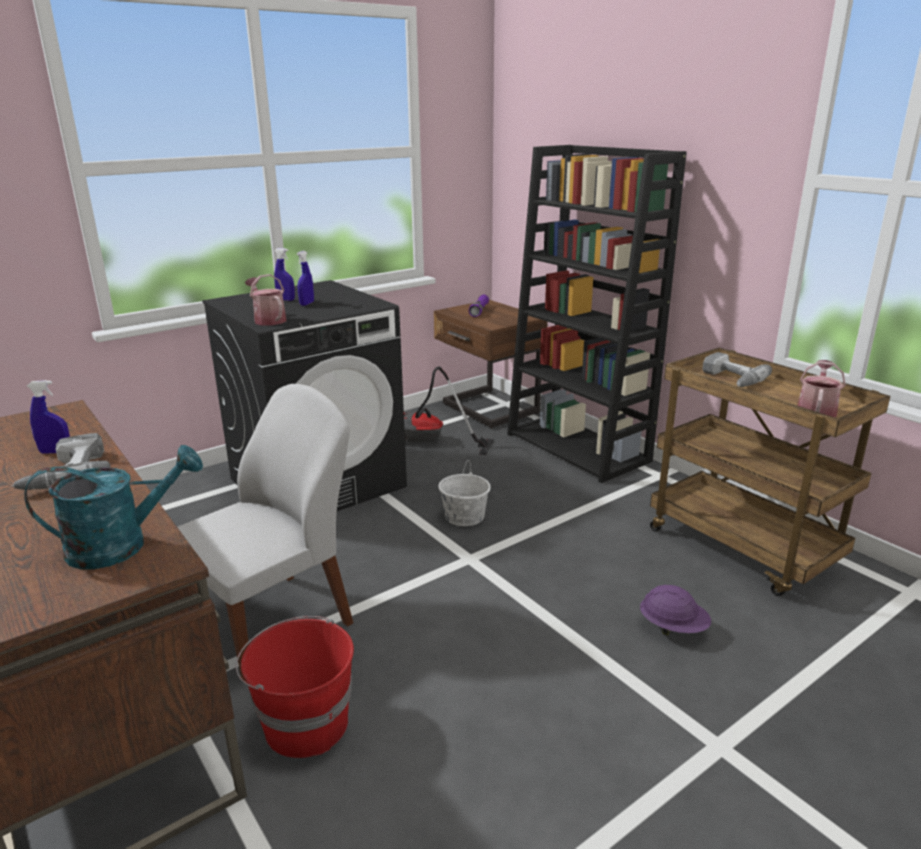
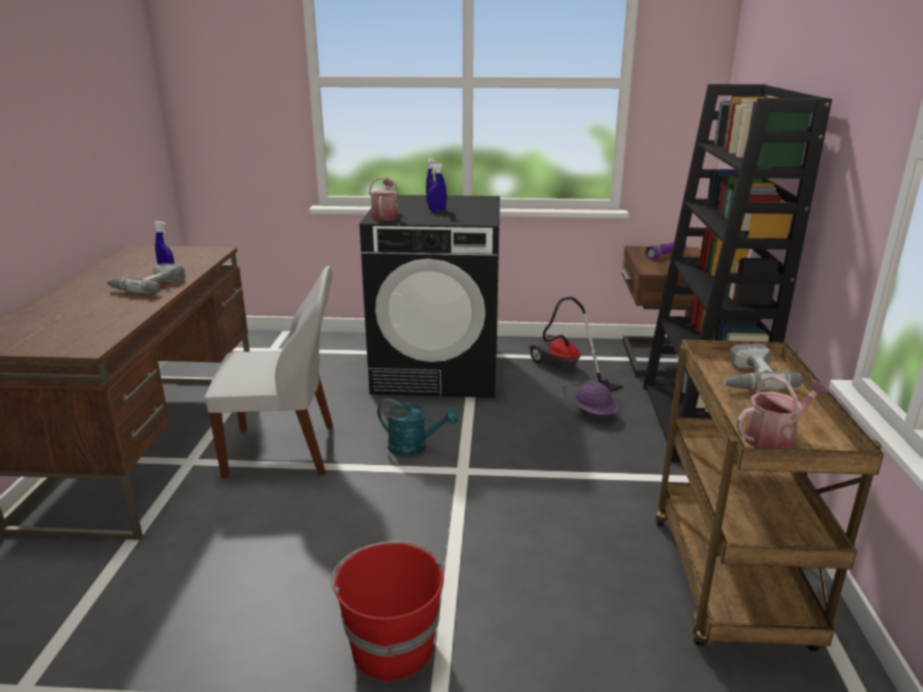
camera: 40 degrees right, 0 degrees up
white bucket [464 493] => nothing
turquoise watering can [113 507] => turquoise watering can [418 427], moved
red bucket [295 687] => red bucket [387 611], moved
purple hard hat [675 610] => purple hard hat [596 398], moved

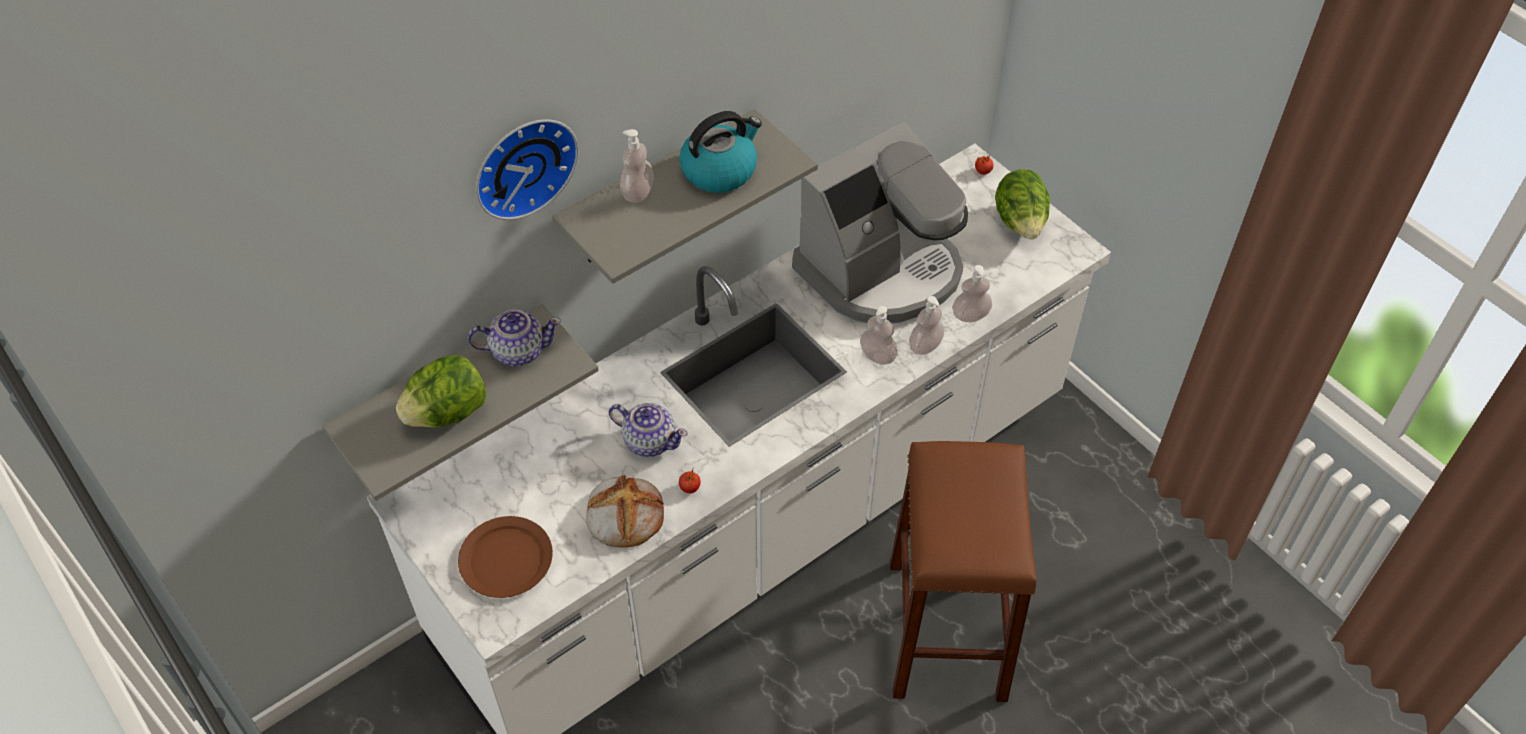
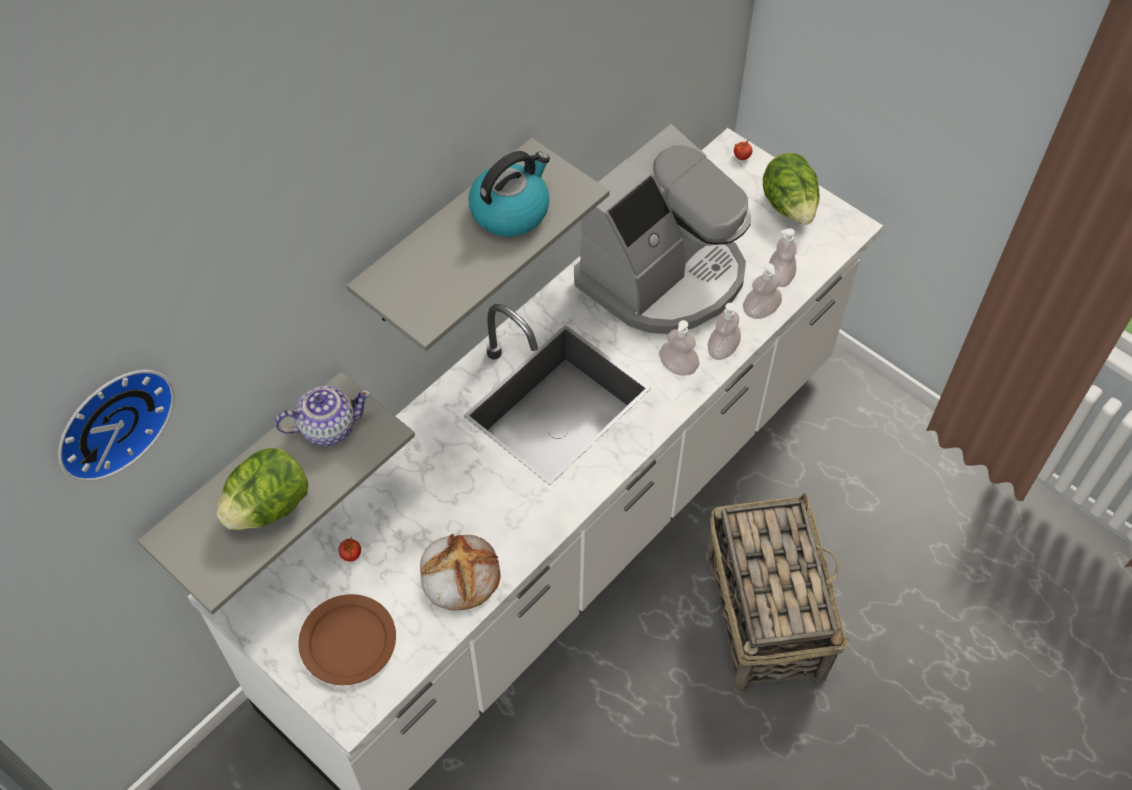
camera: 10 degrees left, 5 degrees up
teapot [648 430] => nothing
wall clock [527 169] => wall clock [116 426], moved
soap dispenser [637 166] => soap dispenser [783 257], moved
tomato [690 481] => tomato [349 550], moved
brown stool [963 571] => basket [777 592]

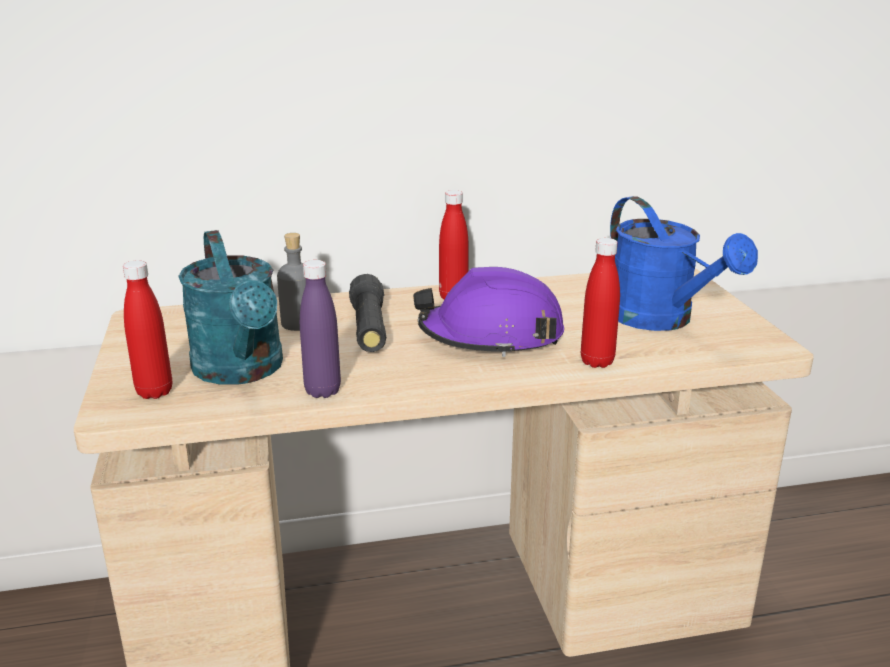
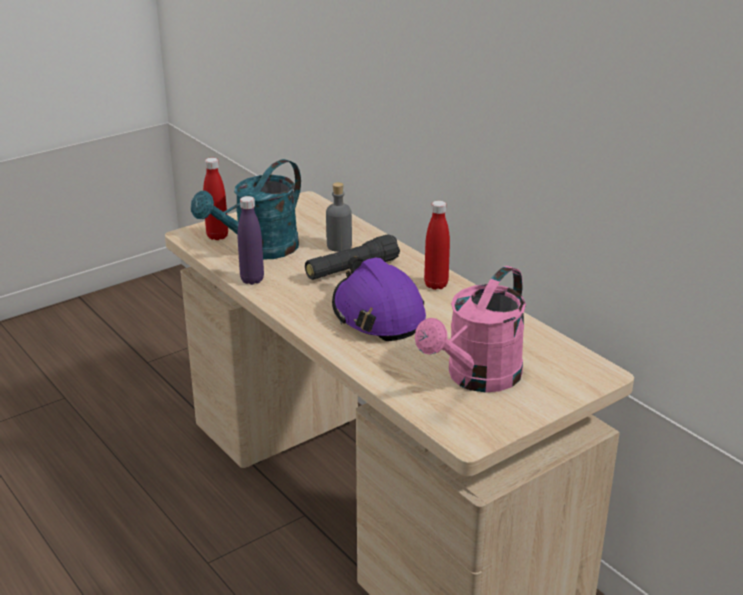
camera: 65 degrees right, 5 degrees up
red bottle [600 303] => nothing
blue watering can [684 263] => pink watering can [470 329]

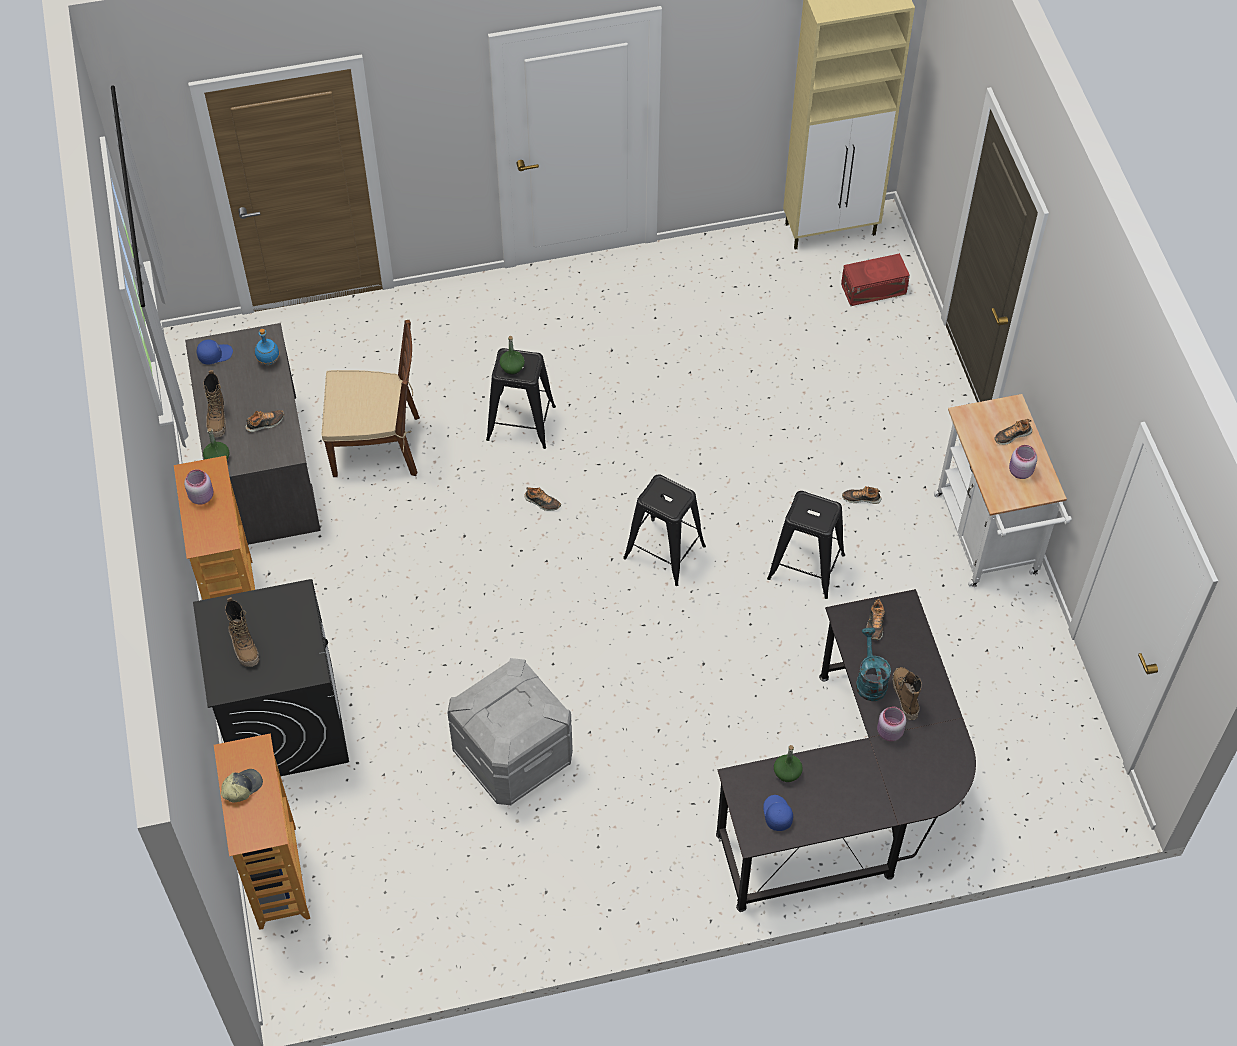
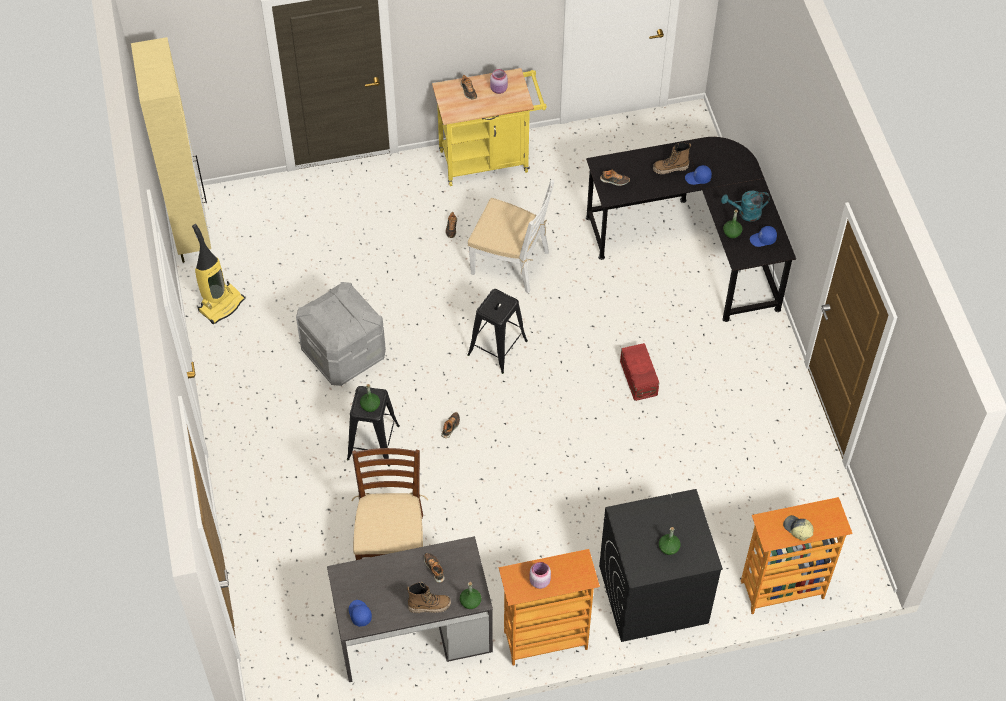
camera: 90 degrees left, 0 degrees up
blue bottle [267 347] => nothing
nothing => vacuum cleaner [218 274]
grey storage box [510 731] => grey storage box [341 334], moved
red storage box [875 279] => red storage box [639 372], moved
turquoise watering can [873 664] => turquoise watering can [745 206], moved
boot [242 632] => green bottle [670 541]
black stool [806 545] => white chair [511 236]
pink jar [891 724] => blue cap [698 175]
white cart [1003 490] => yellow cart [489 127]

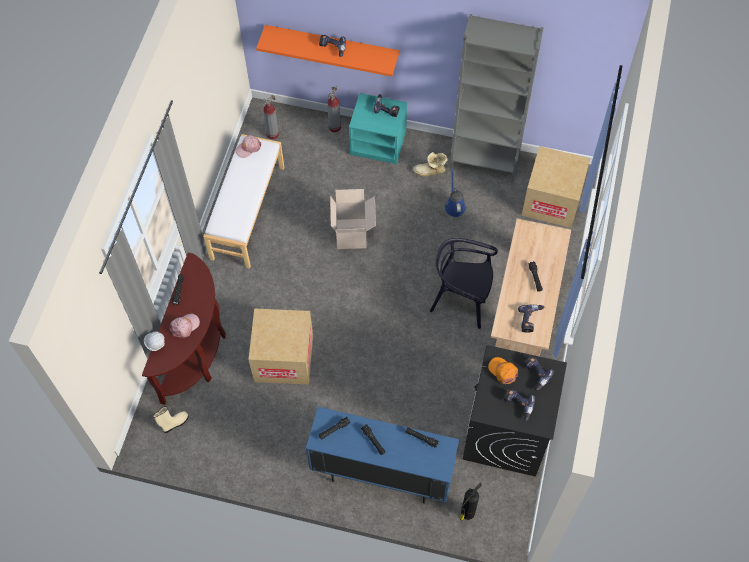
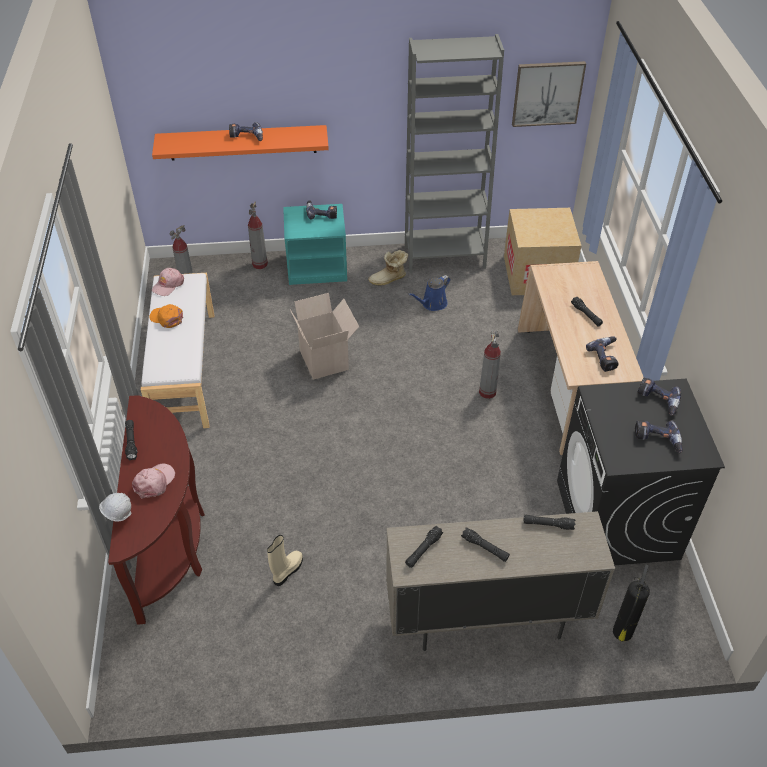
camera: 20 degrees left, 15 degrees down
cardboard box [280 346] => nothing
nothing => picture [549 94]
beige boot [171 419] => beige boot [285 560], moved
orange cap [503 370] => orange cap [166 316], moved
black chair [464 283] => fire extinguisher [490 364]
blue cabinet [382 455] => beige cabinet [500 581]
blue watering can [455 193] => blue watering can [429 293], 105 degrees counterclockwise

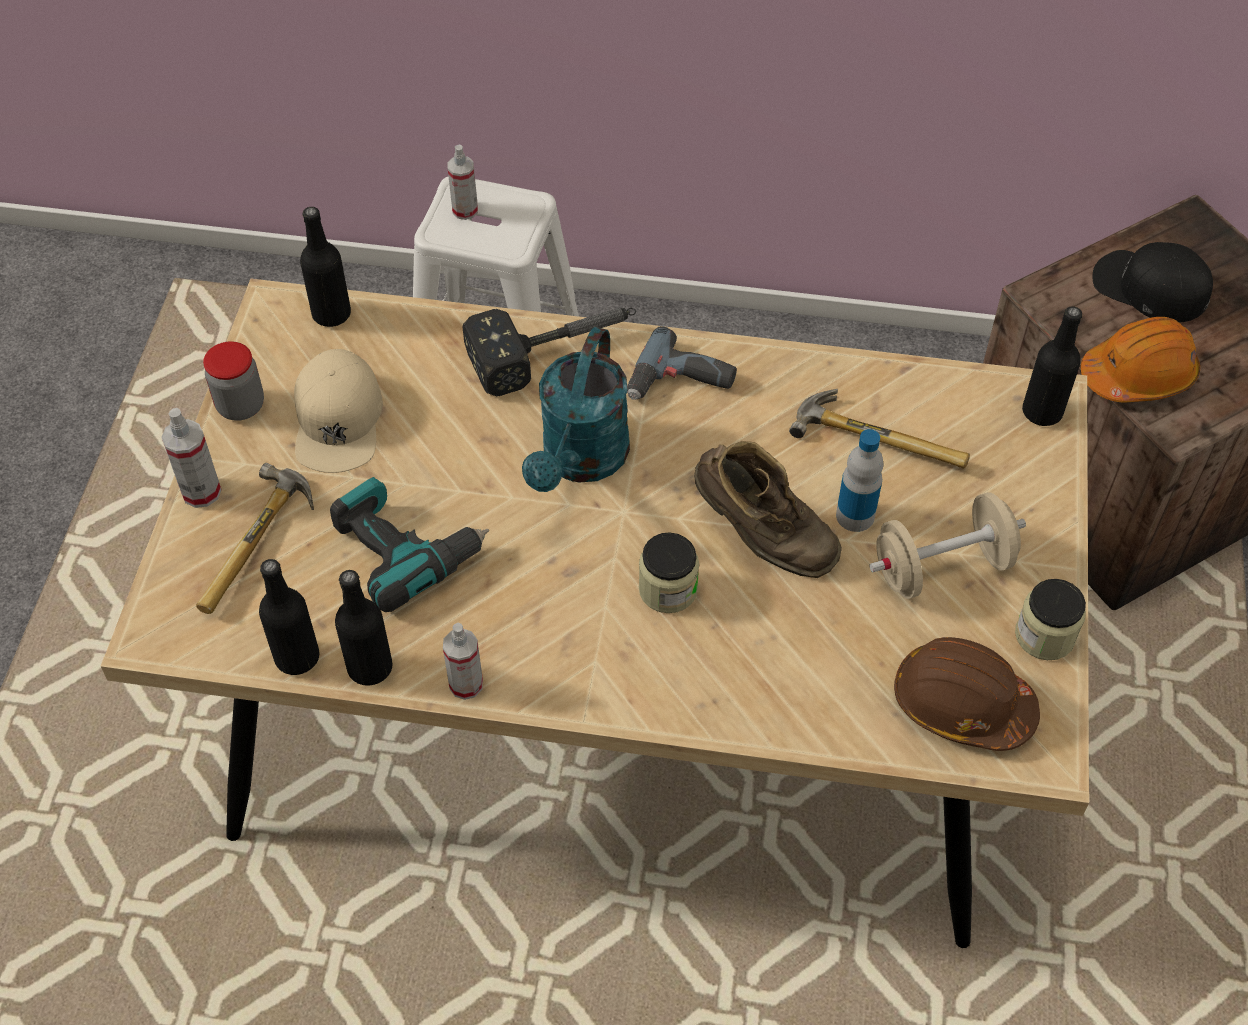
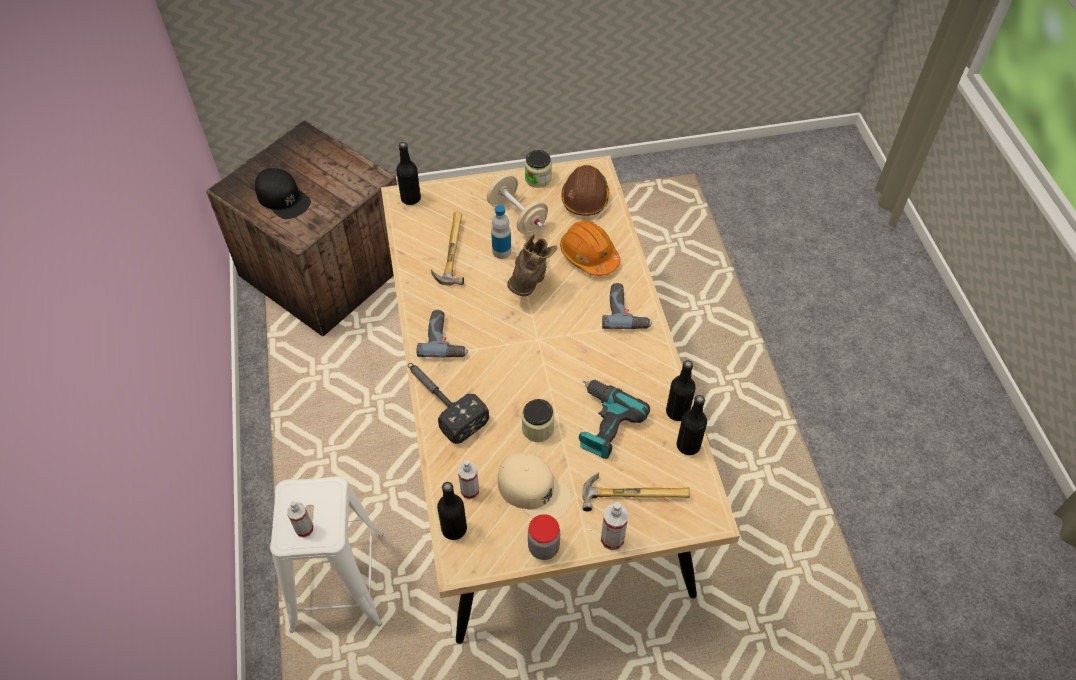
camera: 110 degrees left, 0 degrees up
turquoise watering can [576 409] => nothing
nothing => power drill [627 306]
spray bottle [463 661] => spray bottle [468 479], moved
jar [669 572] => jar [538 420], moved
orange hard hat [1140 359] => orange hard hat [590 248], moved
beige cap [338 411] => beige cap [534 486], 60 degrees clockwise
black cap [1152 282] => black cap [283 193], 60 degrees counterclockwise

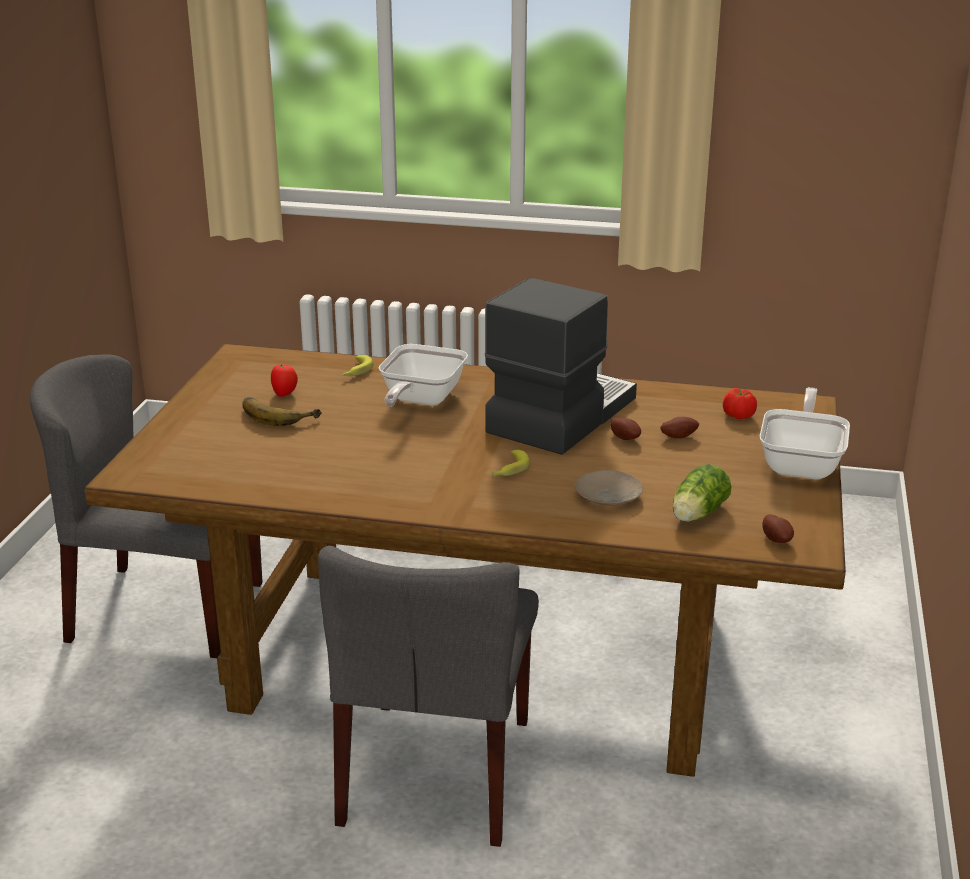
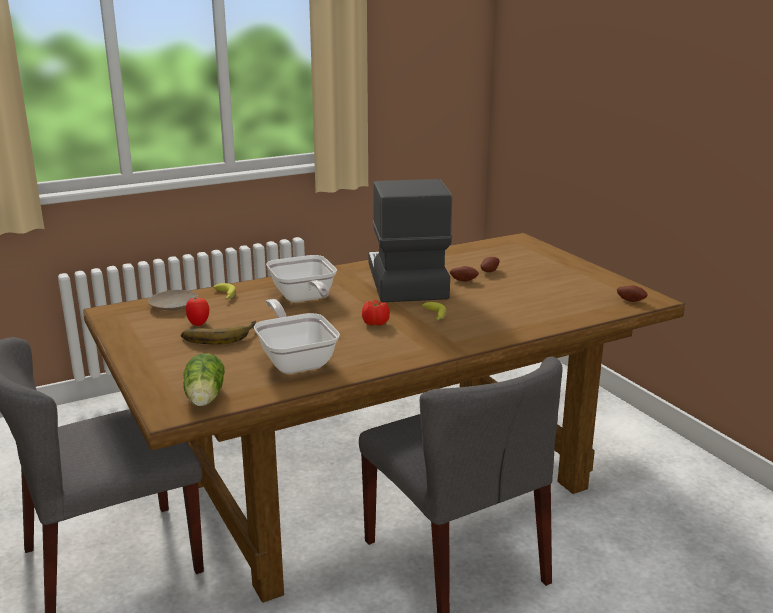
camera: 40 degrees left, 5 degrees down
beige plate [609 488] => beige plate [173 300], moved
lettuce [702 493] => lettuce [204 380], moved
tomato [740 404] => tomato [376 313], moved
frying pan [805 433] => frying pan [297 336], moved

